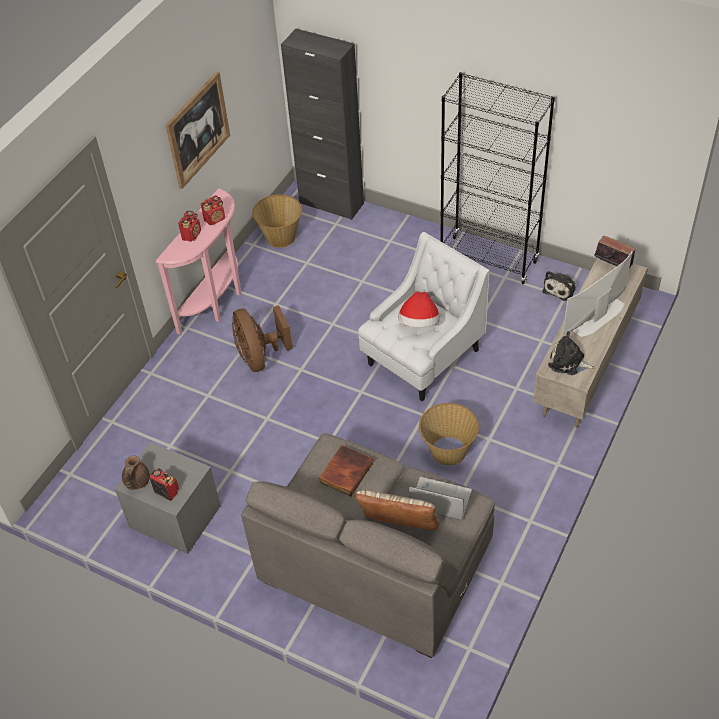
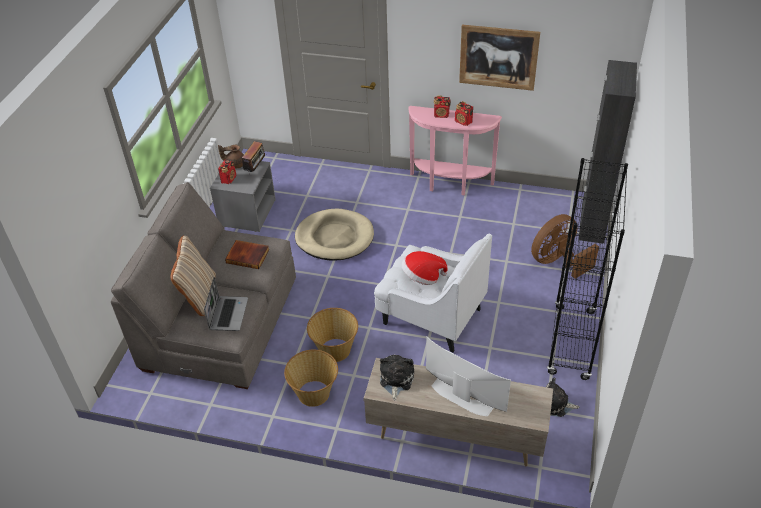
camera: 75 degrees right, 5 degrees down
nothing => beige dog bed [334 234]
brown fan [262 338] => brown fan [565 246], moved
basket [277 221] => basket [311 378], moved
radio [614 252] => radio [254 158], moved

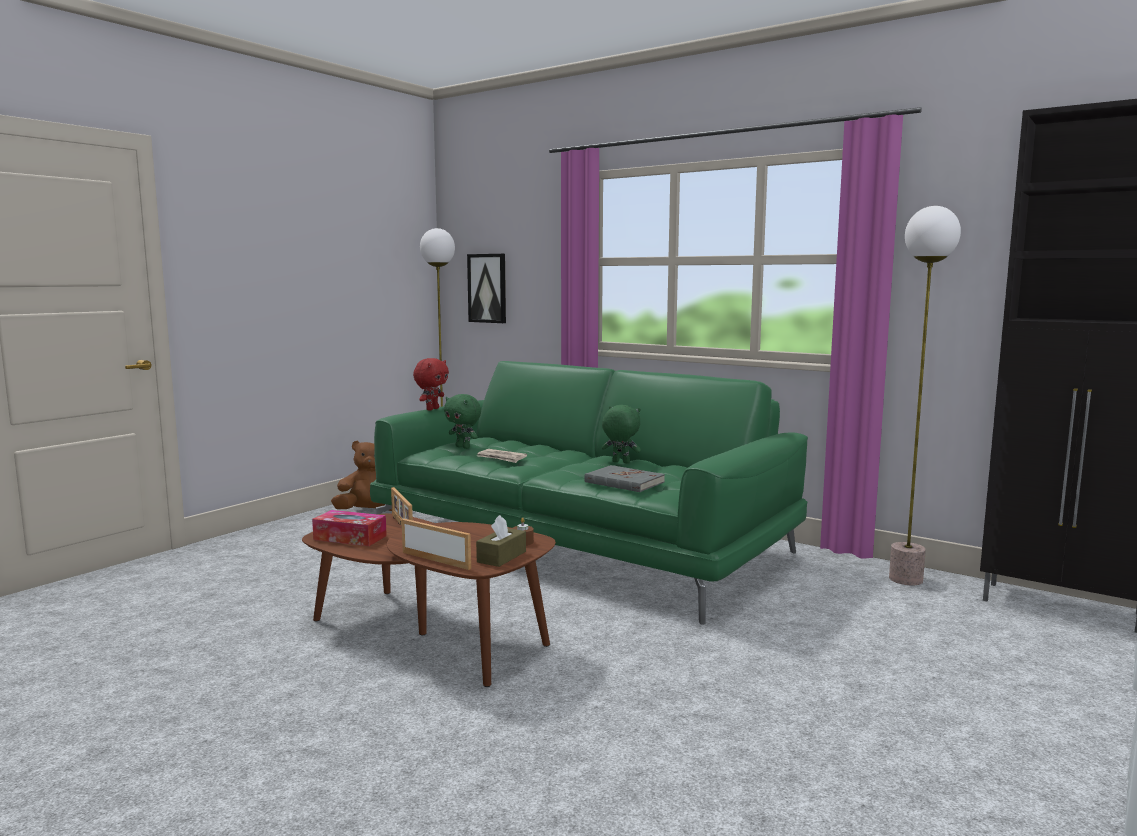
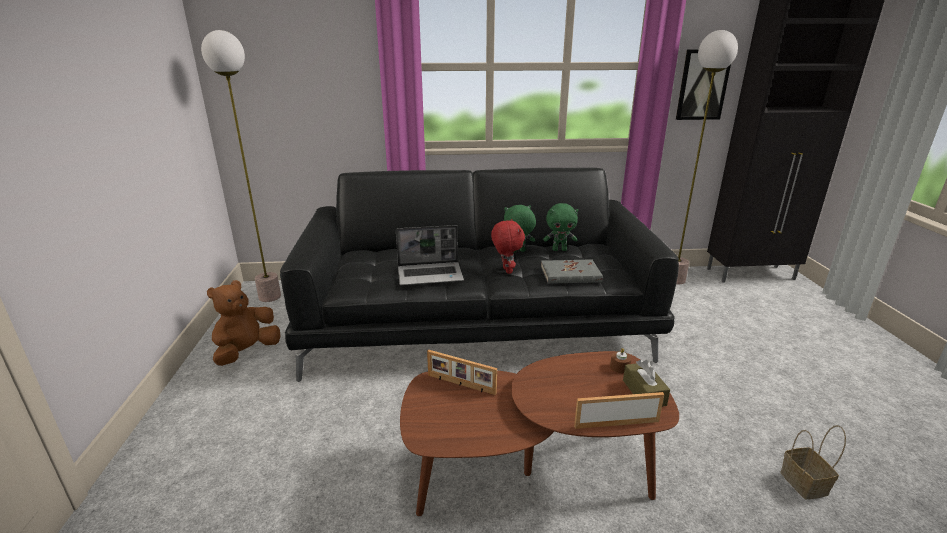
camera: 40 degrees left, 15 degrees up
tissue box [349 528] => nothing
nothing => basket [813 462]
red plush toy [431 384] => red plush toy [508 246], moved
green plush toy [462 421] => green plush toy [560 227], moved
picture [486 288] => picture [703 84], moved
newspaper [502 456] => laptop [430 255]
green sofa [589 492] => black sofa [479 275]

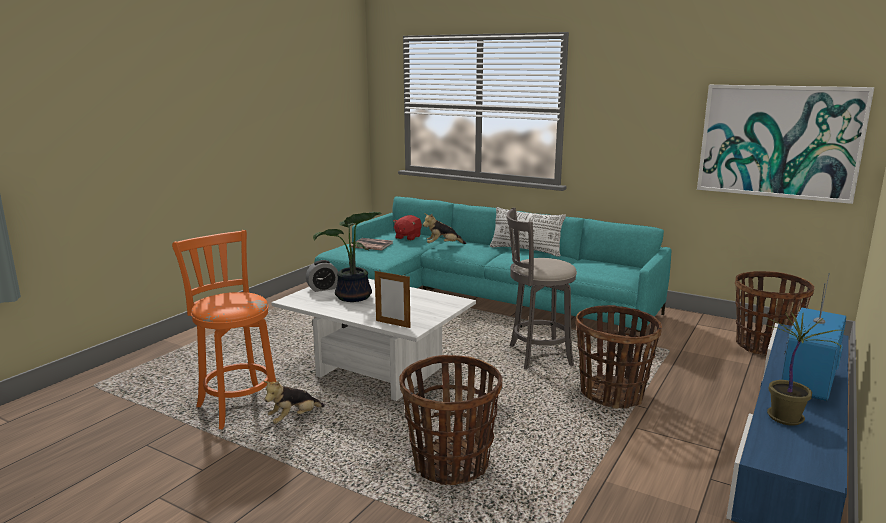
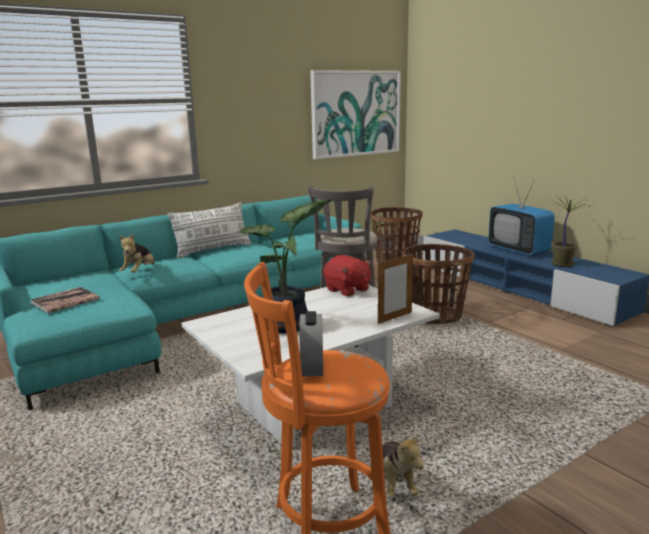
camera: 65 degrees left, 0 degrees up
basket [450 420] => nothing
alarm clock [322 276] => alarm clock [311 343], moved
red plush toy [407 228] => red plush toy [347 275], moved

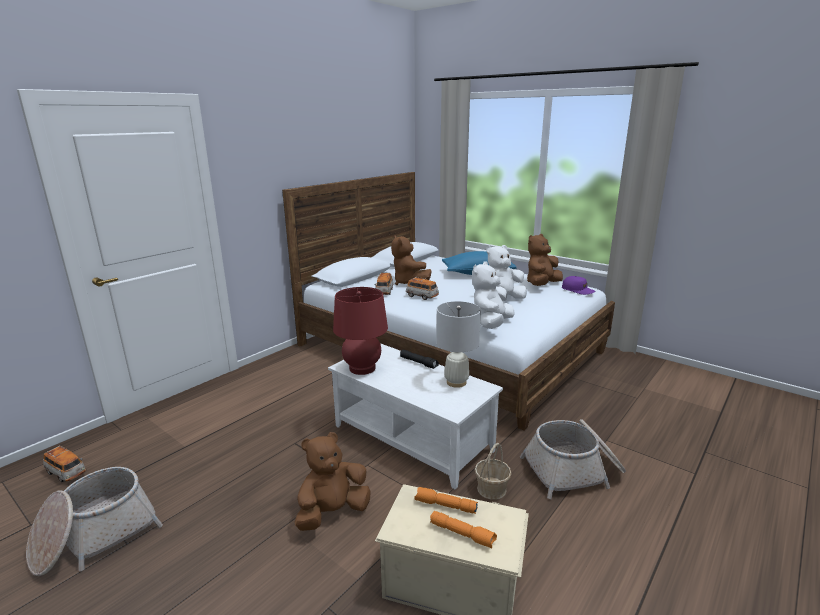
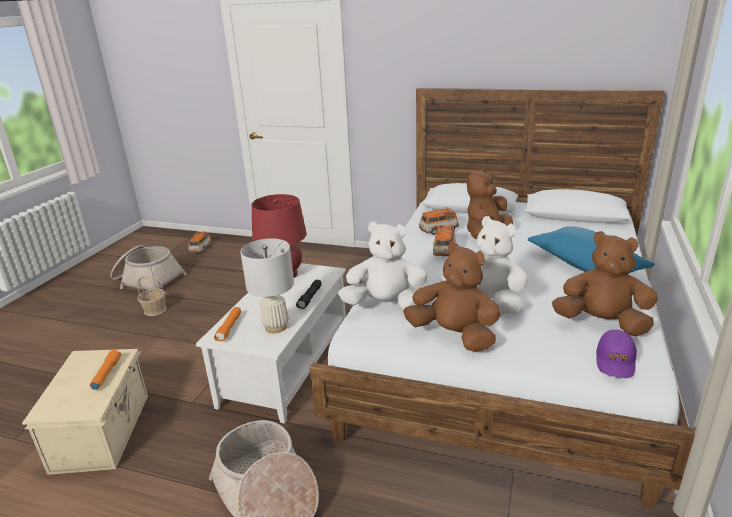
camera: 70 degrees right, 5 degrees up
brown plush toy [332 481] => brown plush toy [452 297], moved
orange flashlight [463 529] => orange flashlight [227 324], moved
basket [493 471] => basket [152 295], moved

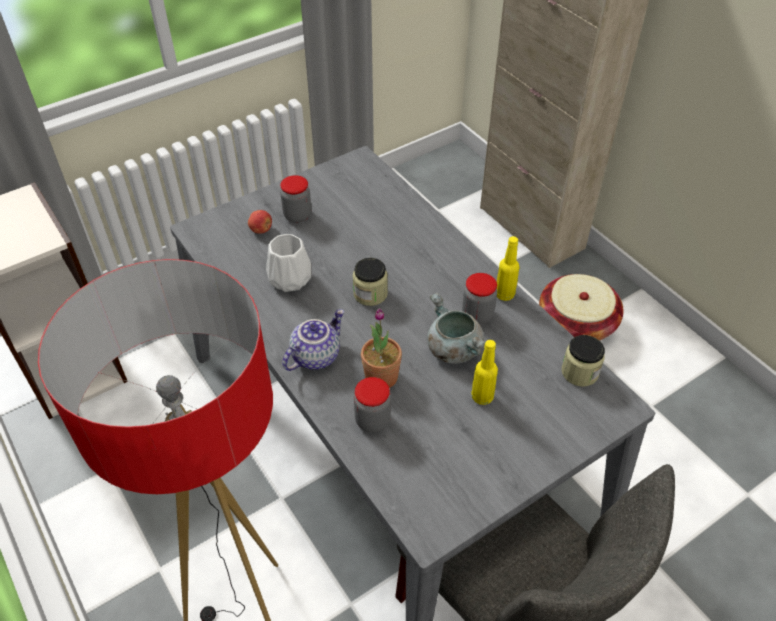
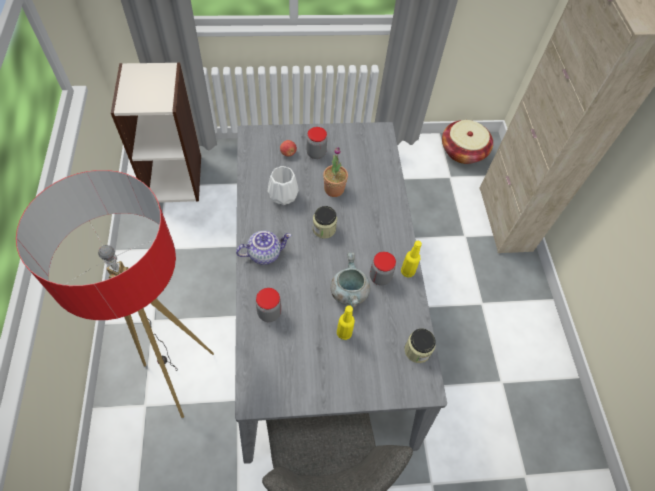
camera: 25 degrees right, 10 degrees up
potted plant [381 348] => potted plant [335 172], moved
basket [581 307] => basket [467 142], moved

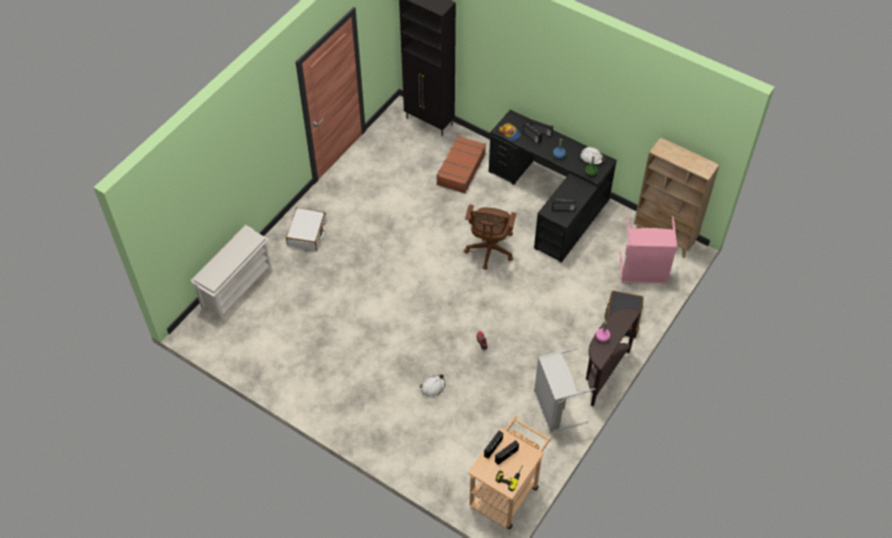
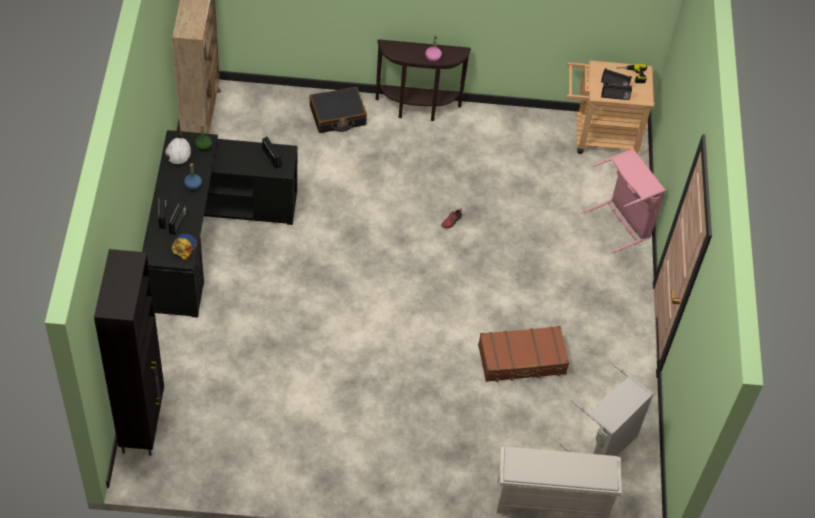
camera: 125 degrees left, 0 degrees up
white suitcase [306 229] => nothing
white hard hat [432 385] => nothing
brown office chair [490 237] => nothing
brown suitcase [461 165] => brown suitcase [523 354], moved
grey laundry basket [564 390] => grey laundry basket [605 408], moved
pink laundry basket [648 249] => pink laundry basket [623 201], moved

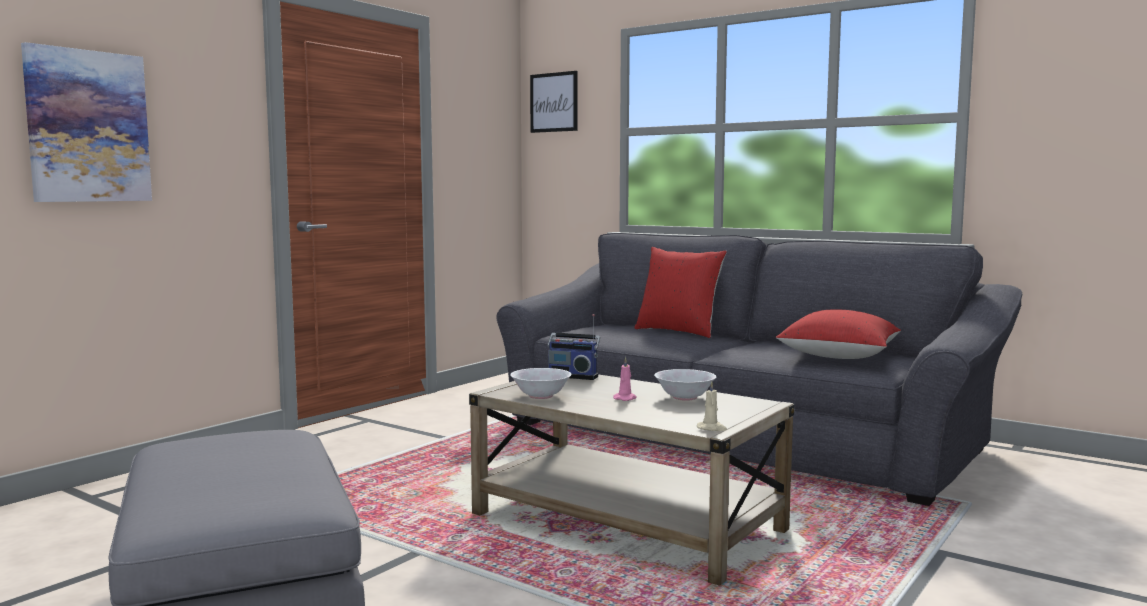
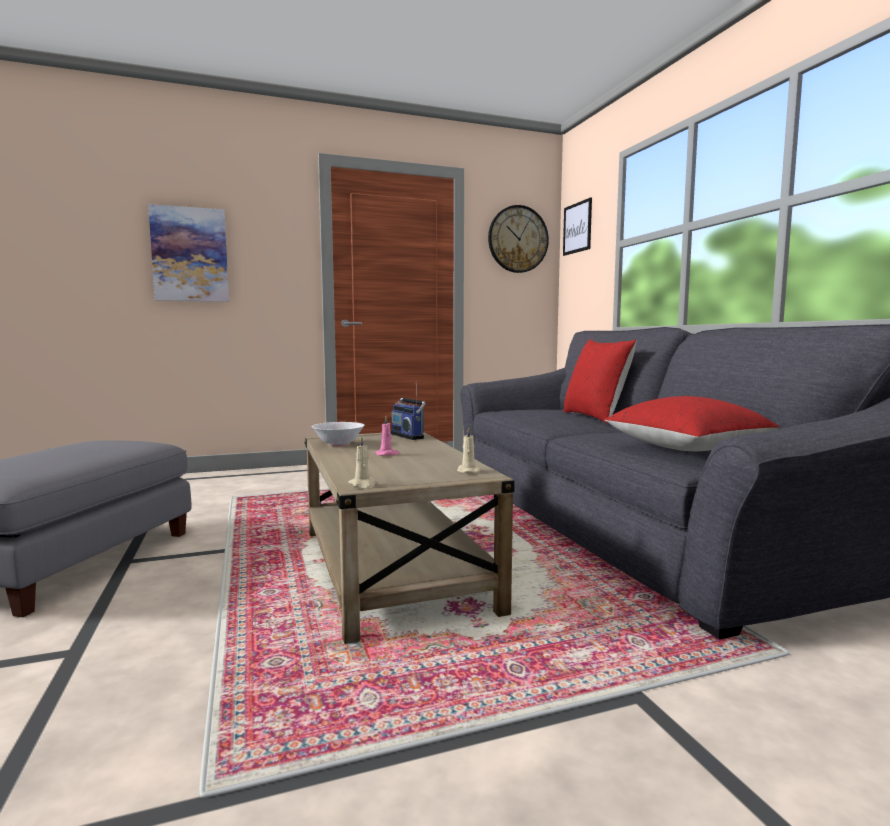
camera: 35 degrees right, 0 degrees up
white bowl [685 385] => nothing
nothing => beige candle [468 450]
nothing => wall clock [518 239]

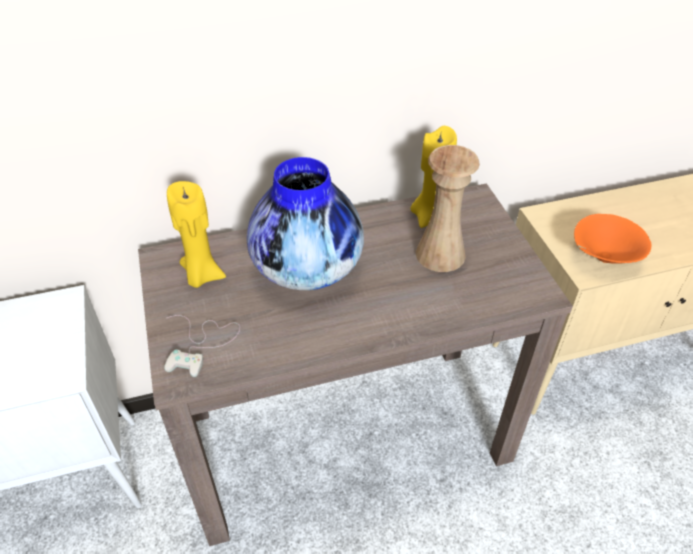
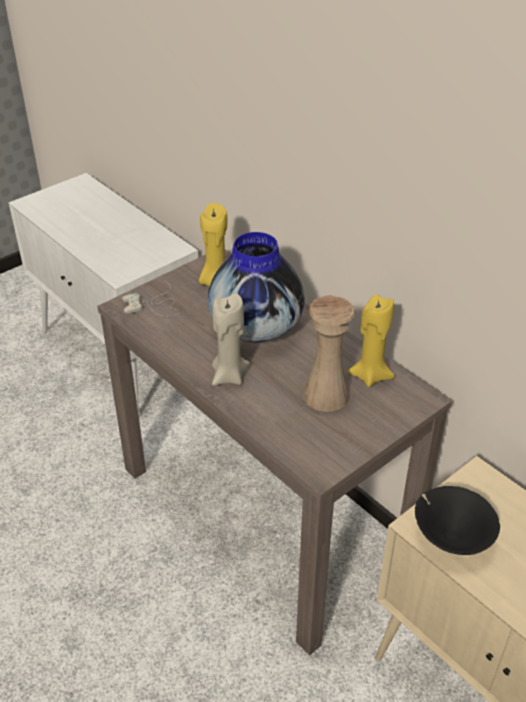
camera: 65 degrees right, 5 degrees down
nothing => beige candle [231 339]
orange bowl [612 239] => black bowl [457 520]

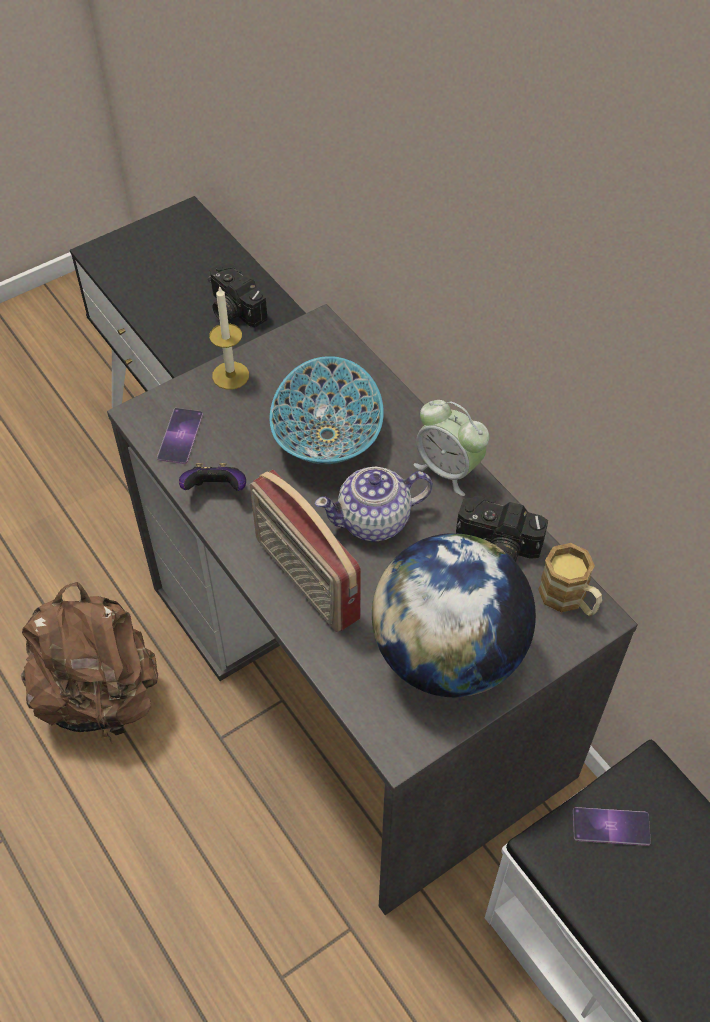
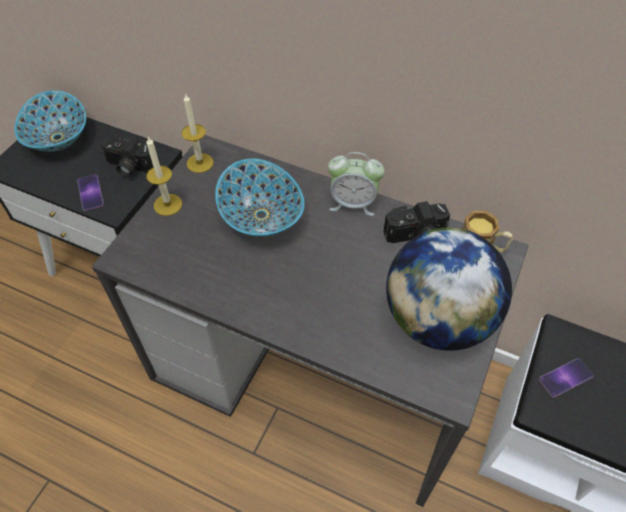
camera: 30 degrees left, 0 degrees up
brown backpack [89 662] => nothing
game controller [212 477] => nothing
radio [305 551] => nothing
teapot [374 504] => nothing
nothing => bowl [50 121]
nothing => candle [197 133]
phone [180 436] => phone [90 192], moved

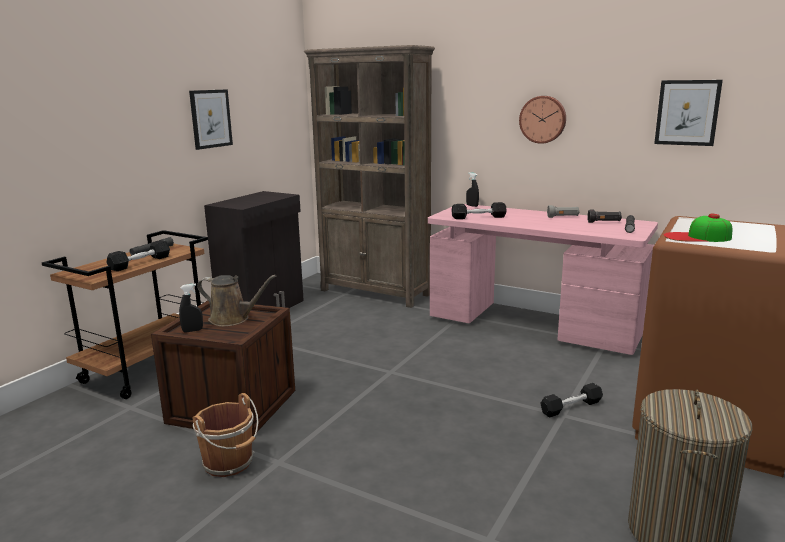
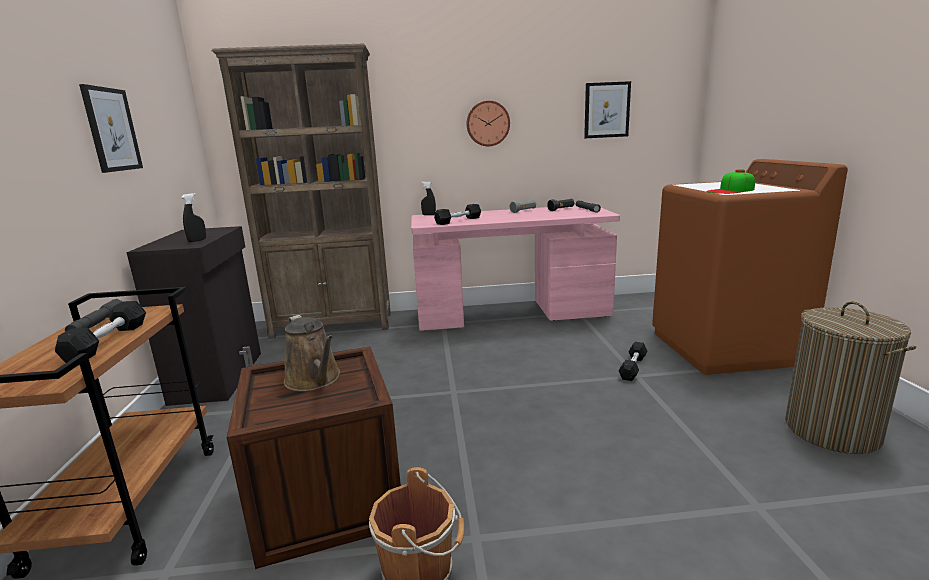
camera: 35 degrees left, 0 degrees up
black spray bottle [191 308] => black spray bottle [193 217], moved
brown watering can [236 300] => brown watering can [312 353], 75 degrees clockwise

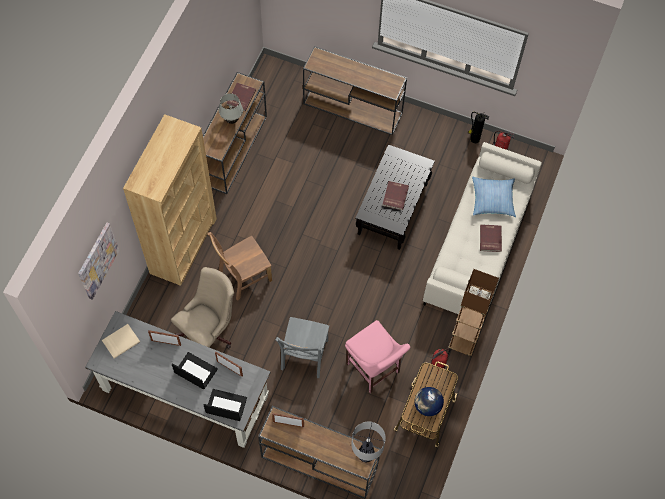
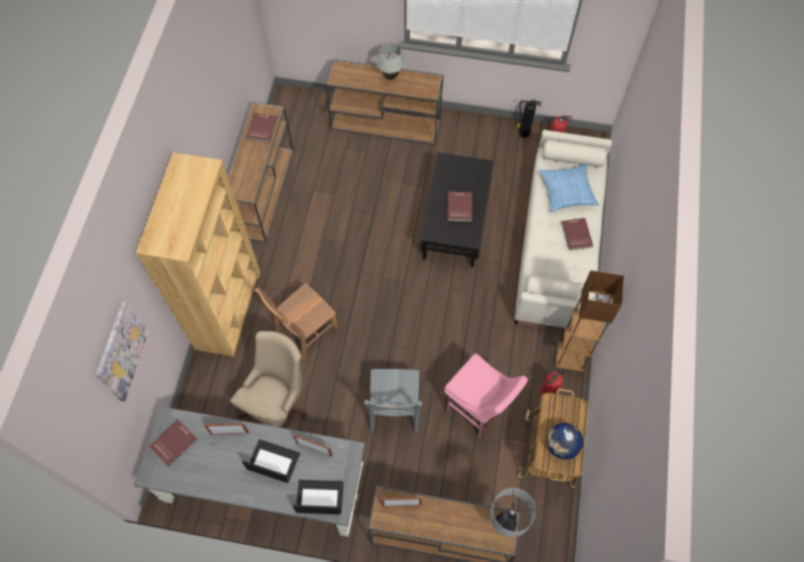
camera: 10 degrees left, 0 degrees up
white table lamp [231 108] => white table lamp [390 61], moved
beige book [121 341] => red book [173 443]

